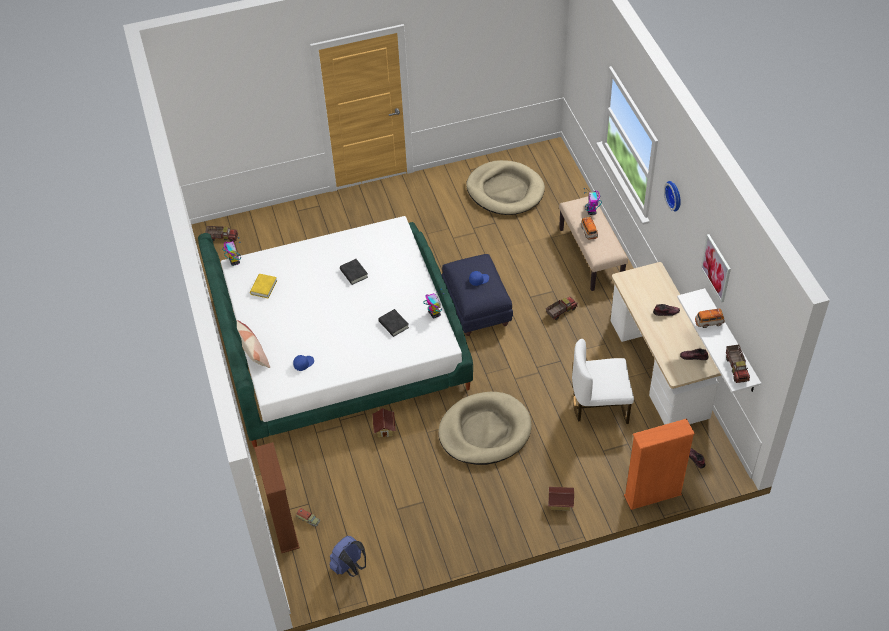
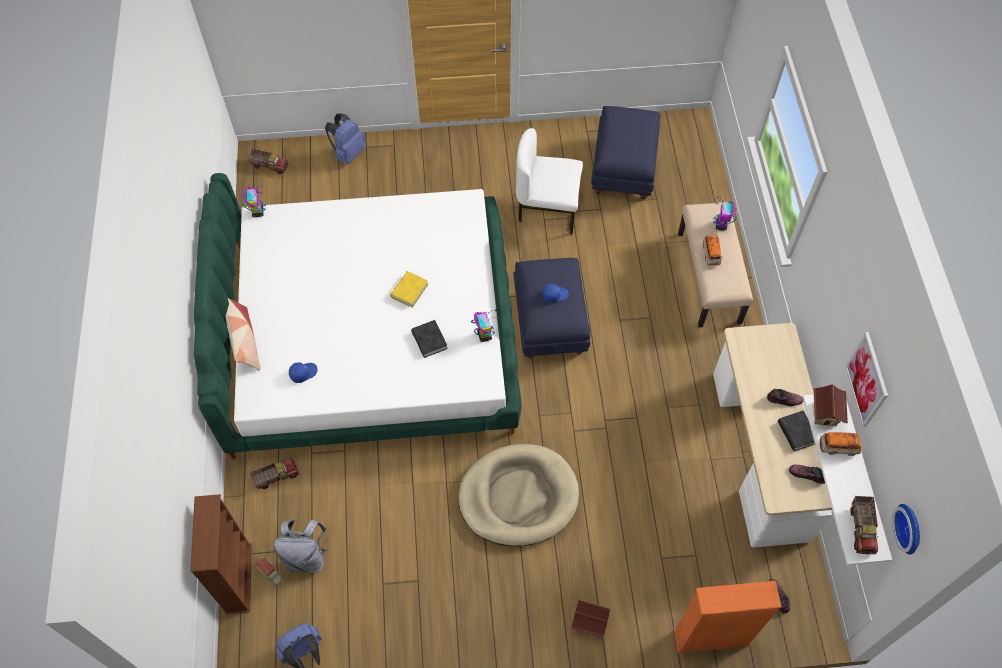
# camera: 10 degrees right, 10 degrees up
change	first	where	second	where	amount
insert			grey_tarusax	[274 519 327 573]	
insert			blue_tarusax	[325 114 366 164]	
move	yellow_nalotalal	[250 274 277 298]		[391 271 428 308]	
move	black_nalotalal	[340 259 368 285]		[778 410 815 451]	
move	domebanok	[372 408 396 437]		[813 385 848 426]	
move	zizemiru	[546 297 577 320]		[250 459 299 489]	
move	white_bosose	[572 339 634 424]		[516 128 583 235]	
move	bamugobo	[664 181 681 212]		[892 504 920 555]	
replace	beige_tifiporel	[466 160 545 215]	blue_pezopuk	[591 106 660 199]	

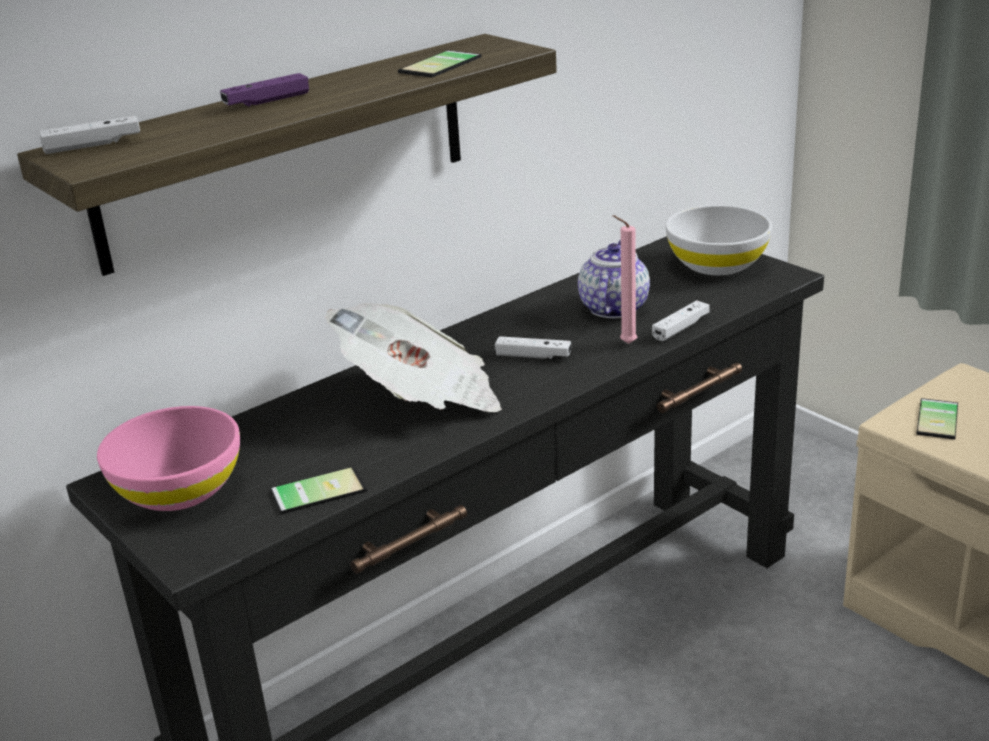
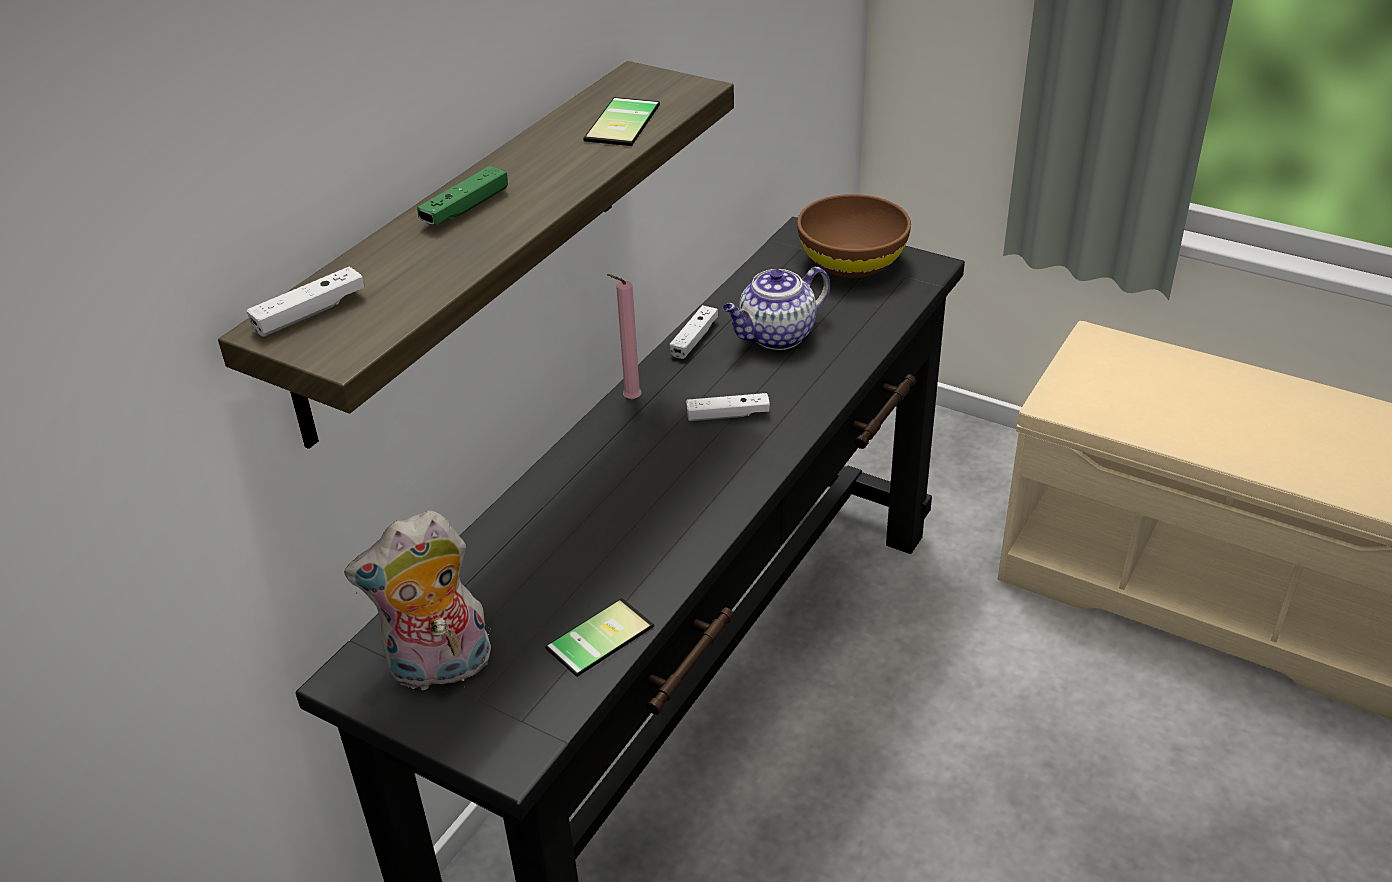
# camera: 20 degrees left, 10 degrees up
change	first	where	second	where	amount
delete	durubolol	[326 303 502 412]			
delete	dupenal	[916 398 958 440]			
move	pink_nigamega	[613 215 637 344]		[607 274 642 400]	
move	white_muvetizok	[652 300 710 341]		[670 305 718 359]	
replace	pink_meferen	[97 406 240 511]	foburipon	[344 510 491 692]	
recolor	purple_muvetizok	[220 73 309 107]	green_muvetizok	[417 166 508 225]	
recolor	white_meferen	[666 205 772 275]	brown_meferen	[797 194 911 278]	
rotate	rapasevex	[578 239 650 318]		[723 267 830 350]	120 degrees counterclockwise

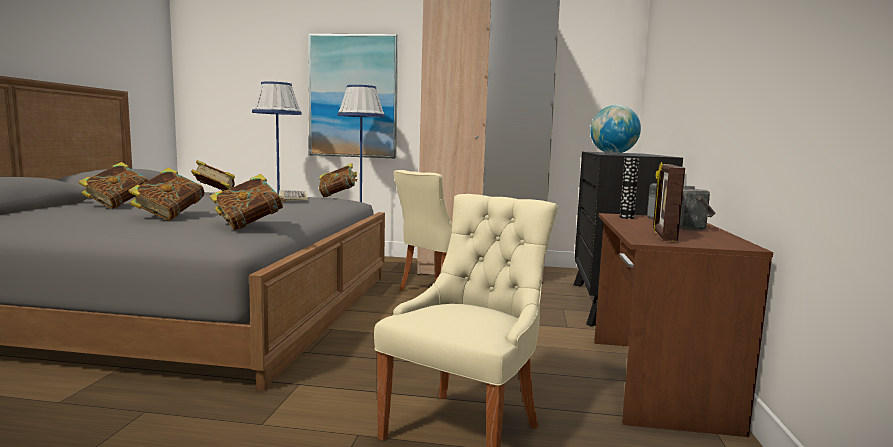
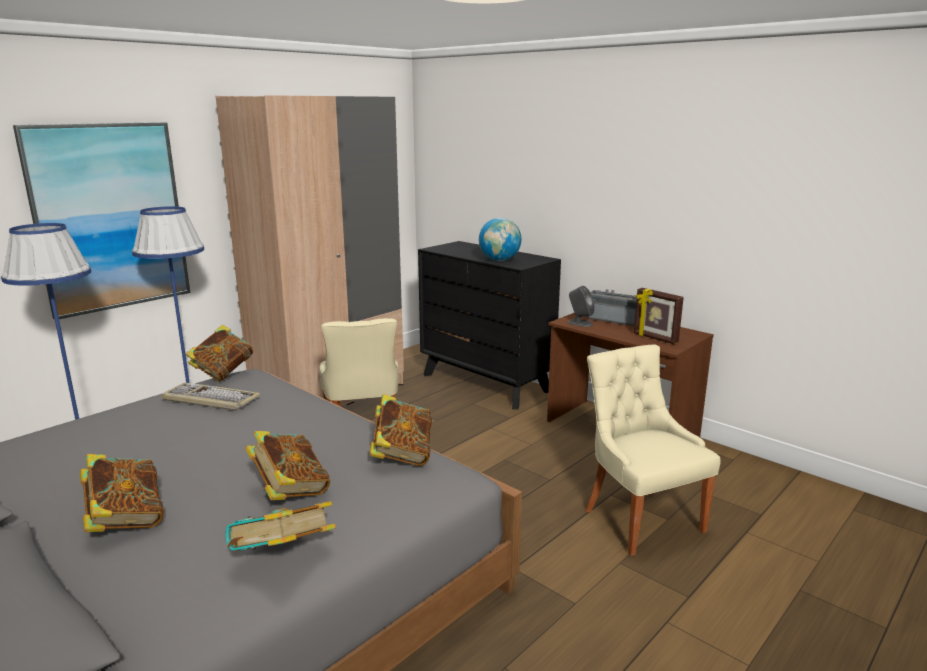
# camera: 55 degrees left, 10 degrees up
change	first	where	second	where	amount
move	nalotalal	[191 160 235 191]		[225 501 336 551]	
replace	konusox	[620 158 639 219]	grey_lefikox	[568 286 595 327]	

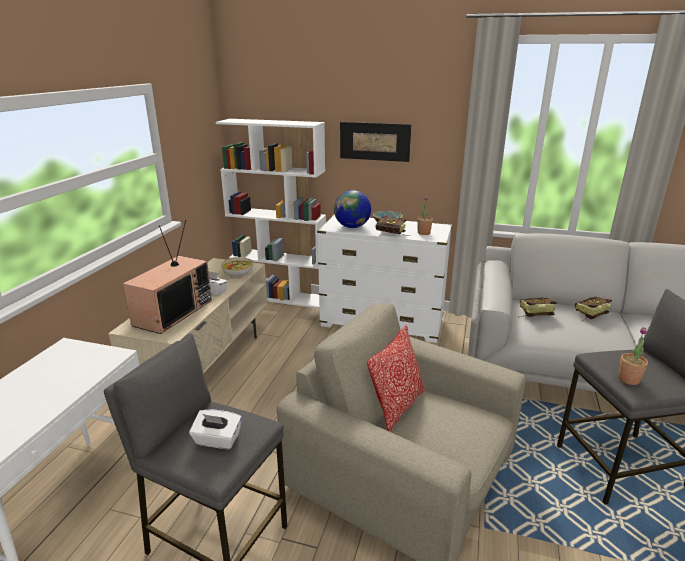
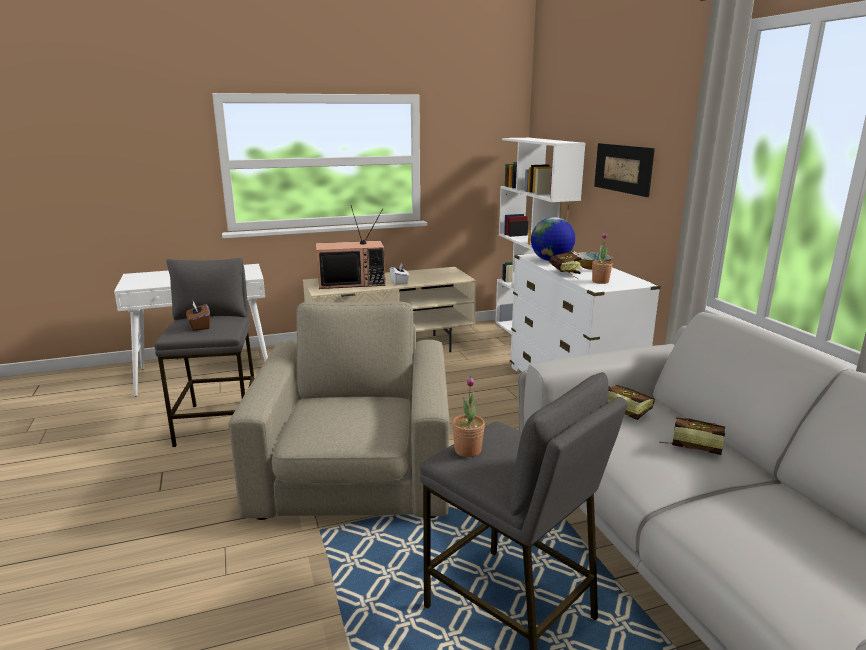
# camera: 55 degrees right, 5 degrees down
change	first	where	second	where	amount
delete	meferen	[221 258 253 277]			
delete	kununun	[367 325 425 432]			
recolor	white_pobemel	[189 409 242 449]	brown_pobemel	[186 301 210 331]	

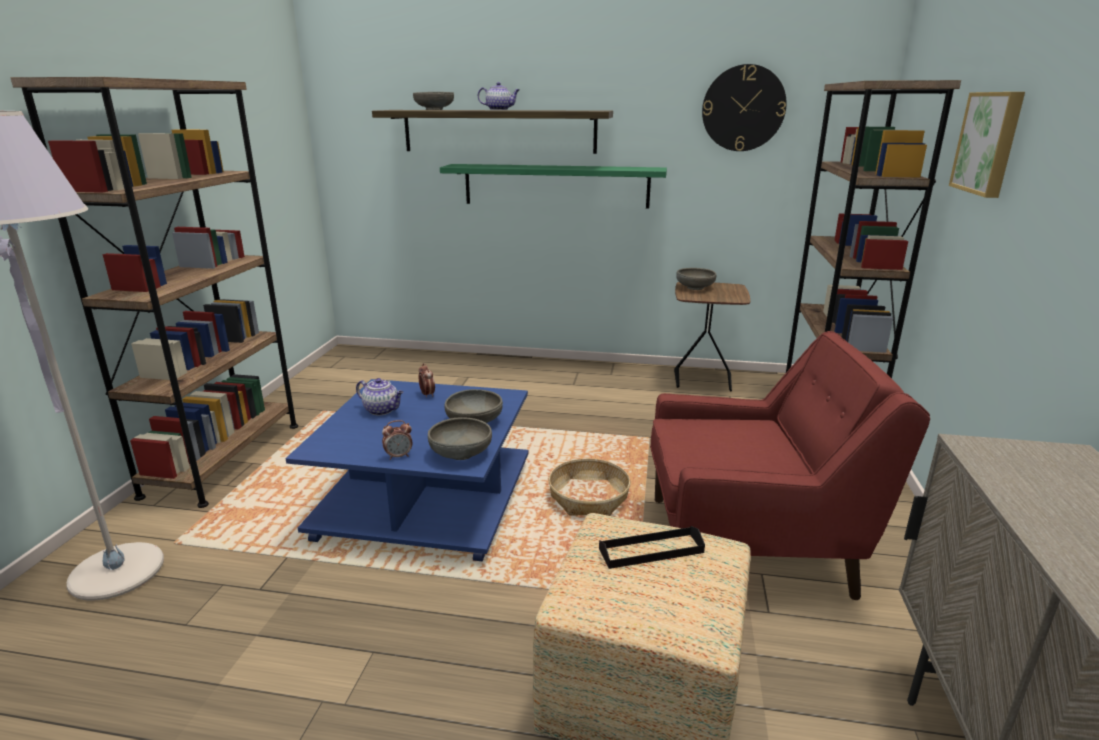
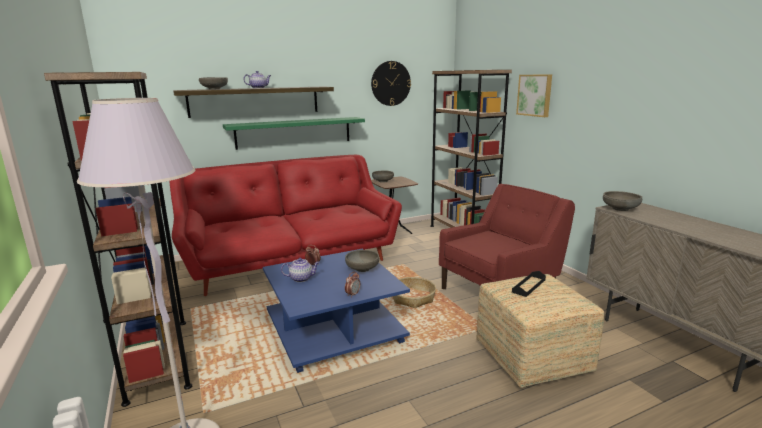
# camera: 35 degrees left, 5 degrees down
change	first	where	second	where	amount
insert			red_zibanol	[170 155 402 296]	
move	grey_meferen	[428 417 492 460]		[603 191 642 211]	

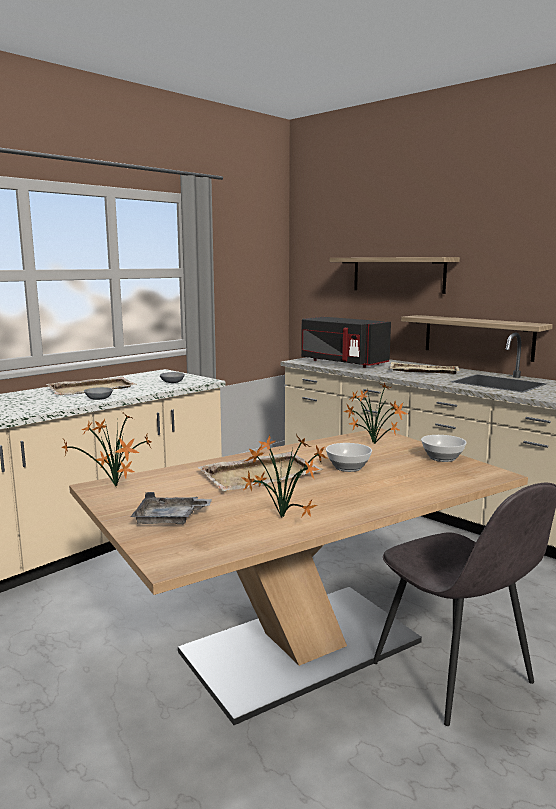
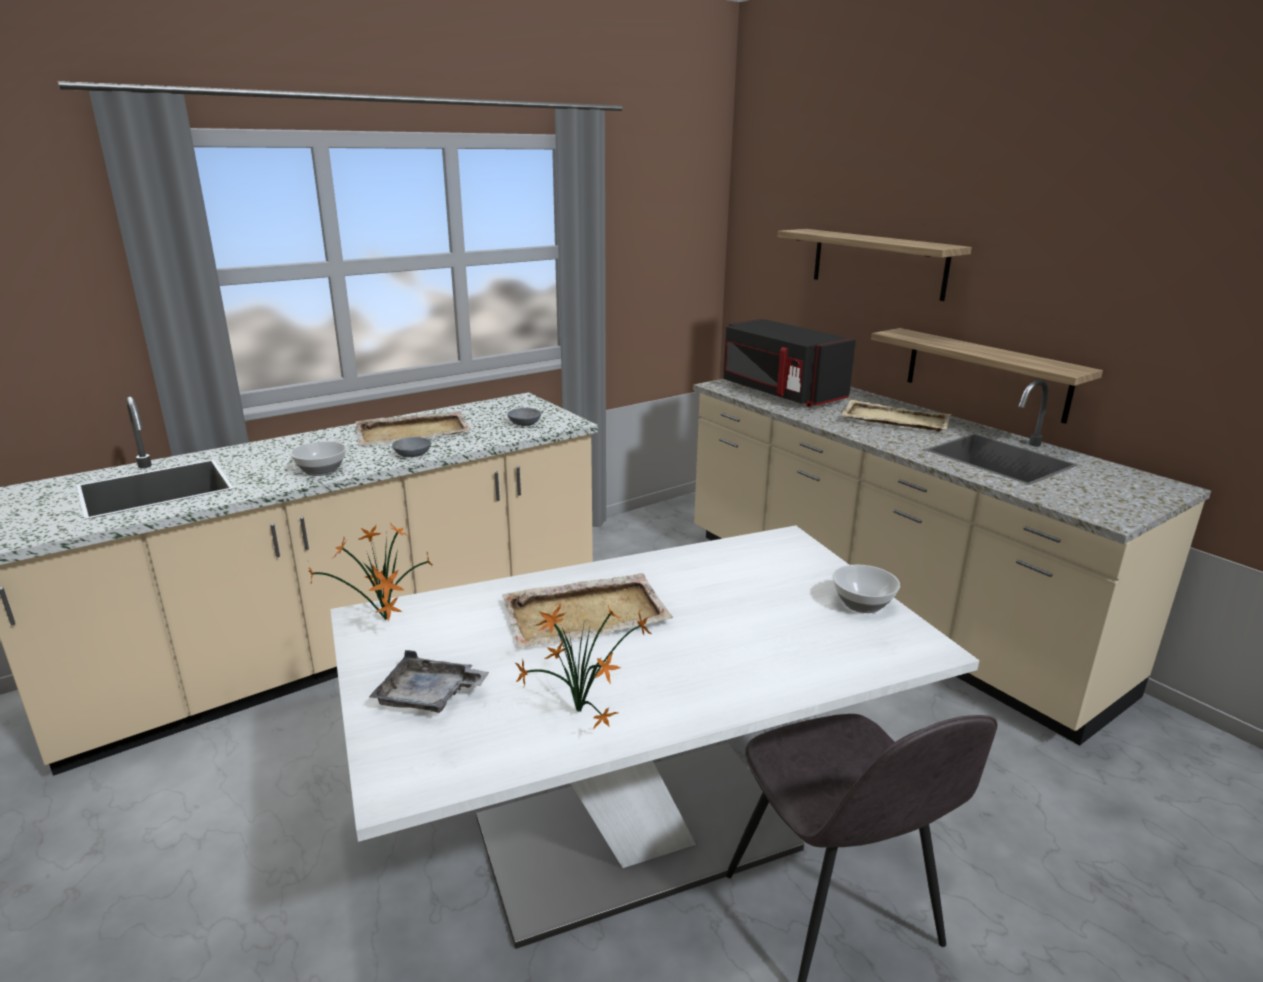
# camera: 10 degrees right, 10 degrees up
change	first	where	second	where	amount
delete	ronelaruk	[344 382 407 444]			
move	meferen	[326 443 372 472]		[290 441 346 476]	
recolor	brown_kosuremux	[69 428 528 725]	white_kosuremux	[330 525 979 949]	

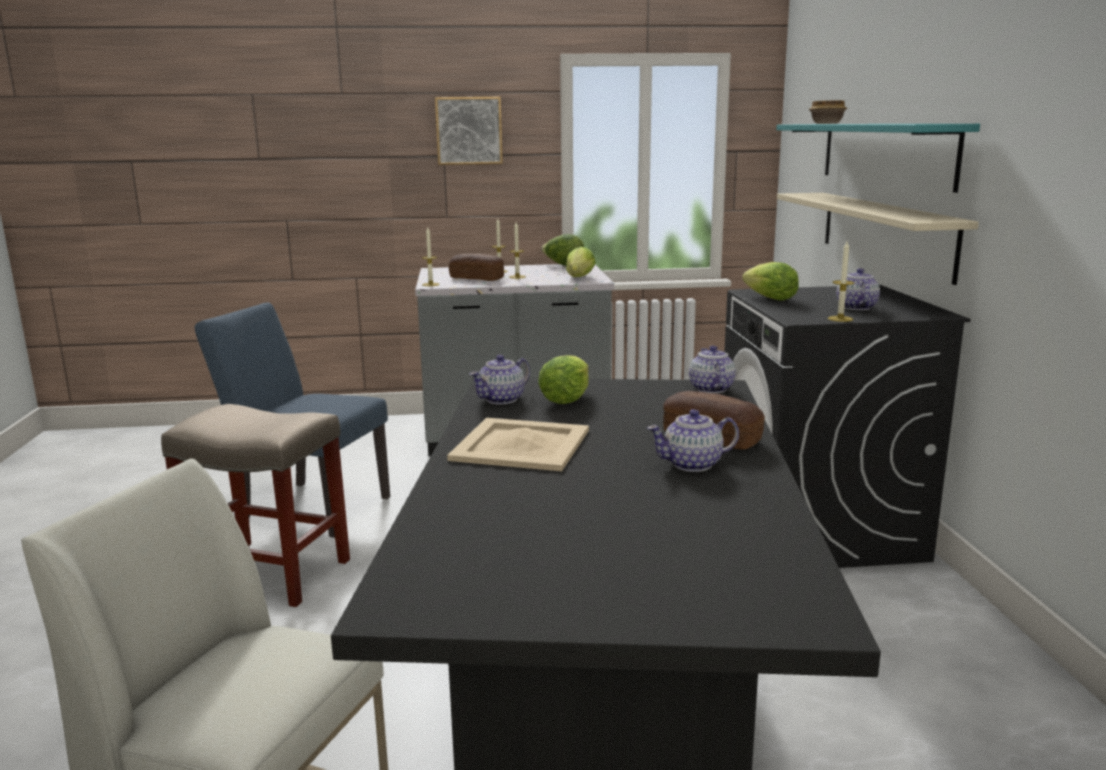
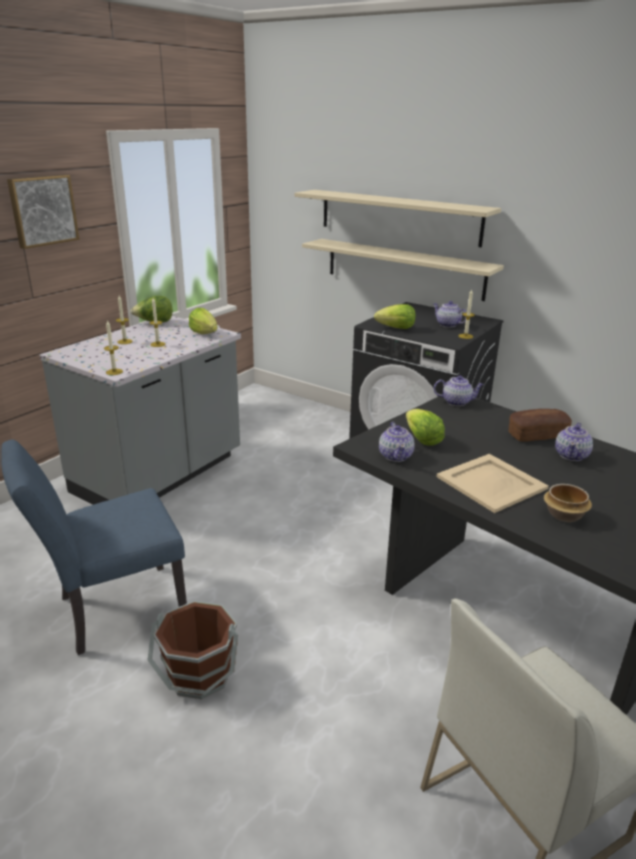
# camera: 50 degrees left, 10 degrees up
change	first	where	second	where	amount
delete	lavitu	[449 254 504 281]			
move	meferen	[809 100 847 124]		[544 484 592 522]	
replace	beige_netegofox	[161 404 350 607]	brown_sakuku	[148 601 238 699]	
recolor	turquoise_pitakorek	[776 124 980 193]	beige_pitakorek	[294 190 501 247]	
rotate	rapasevex	[689 345 736 393]		[433 375 484 406]	150 degrees clockwise

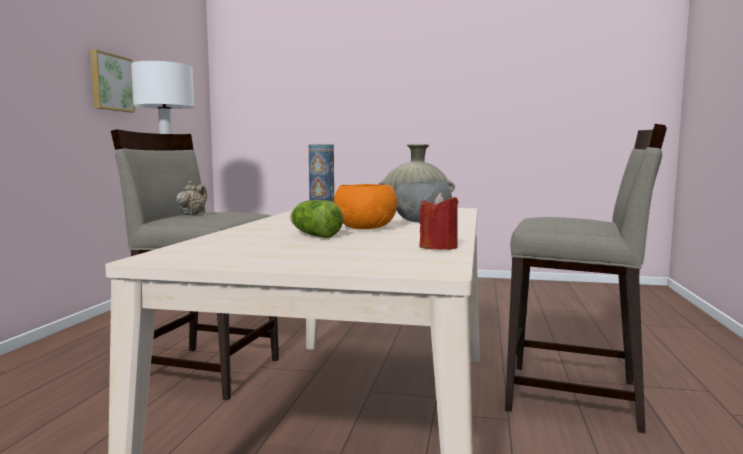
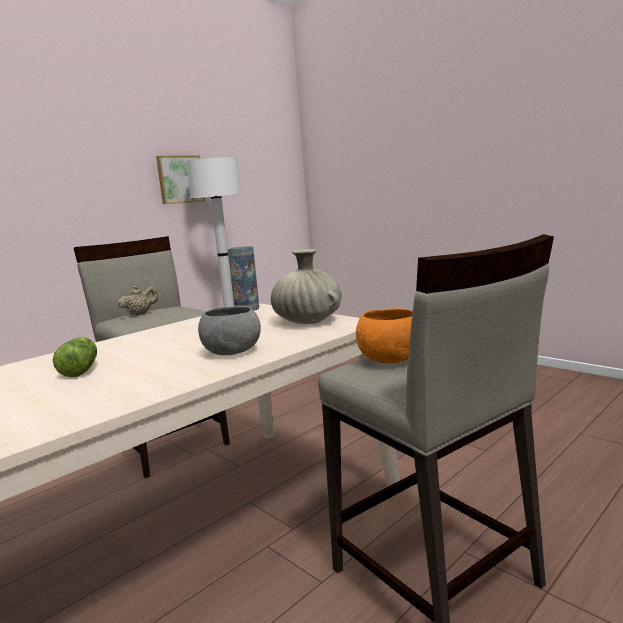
# camera: 35 degrees right, 5 degrees up
change	first	where	second	where	amount
delete	red_nigamega	[419 192 459 250]			
move	orange_meferen	[334 184 397 229]		[355 308 413 363]	

